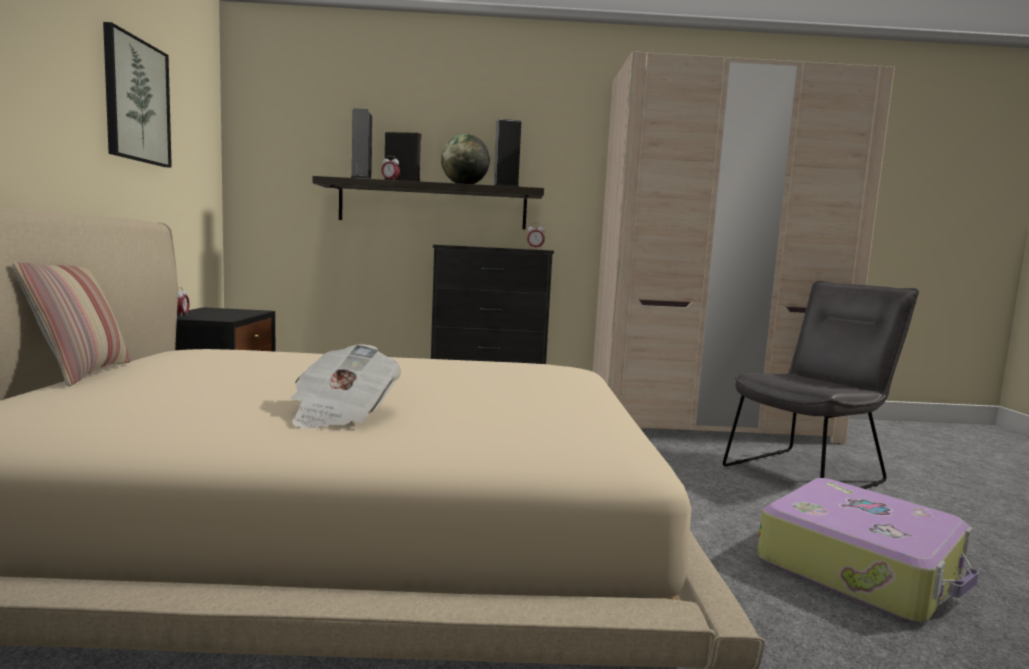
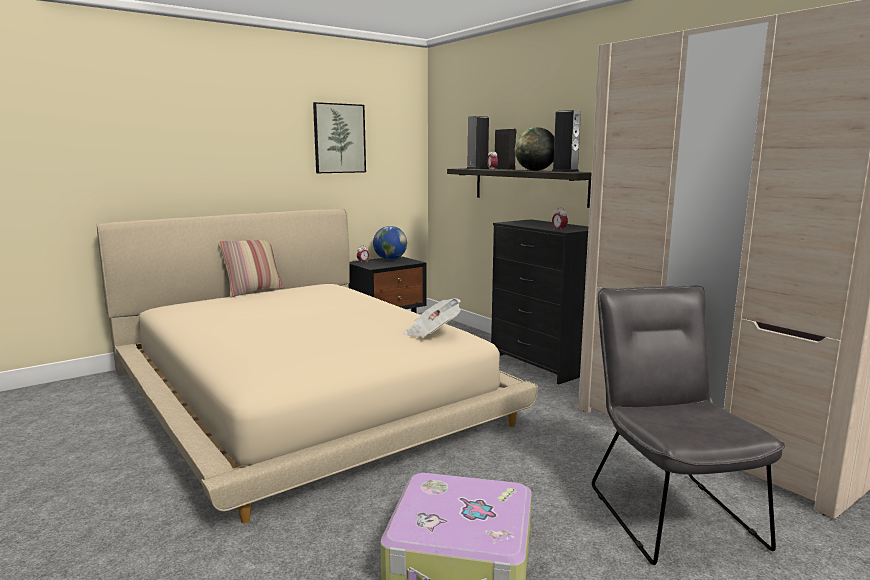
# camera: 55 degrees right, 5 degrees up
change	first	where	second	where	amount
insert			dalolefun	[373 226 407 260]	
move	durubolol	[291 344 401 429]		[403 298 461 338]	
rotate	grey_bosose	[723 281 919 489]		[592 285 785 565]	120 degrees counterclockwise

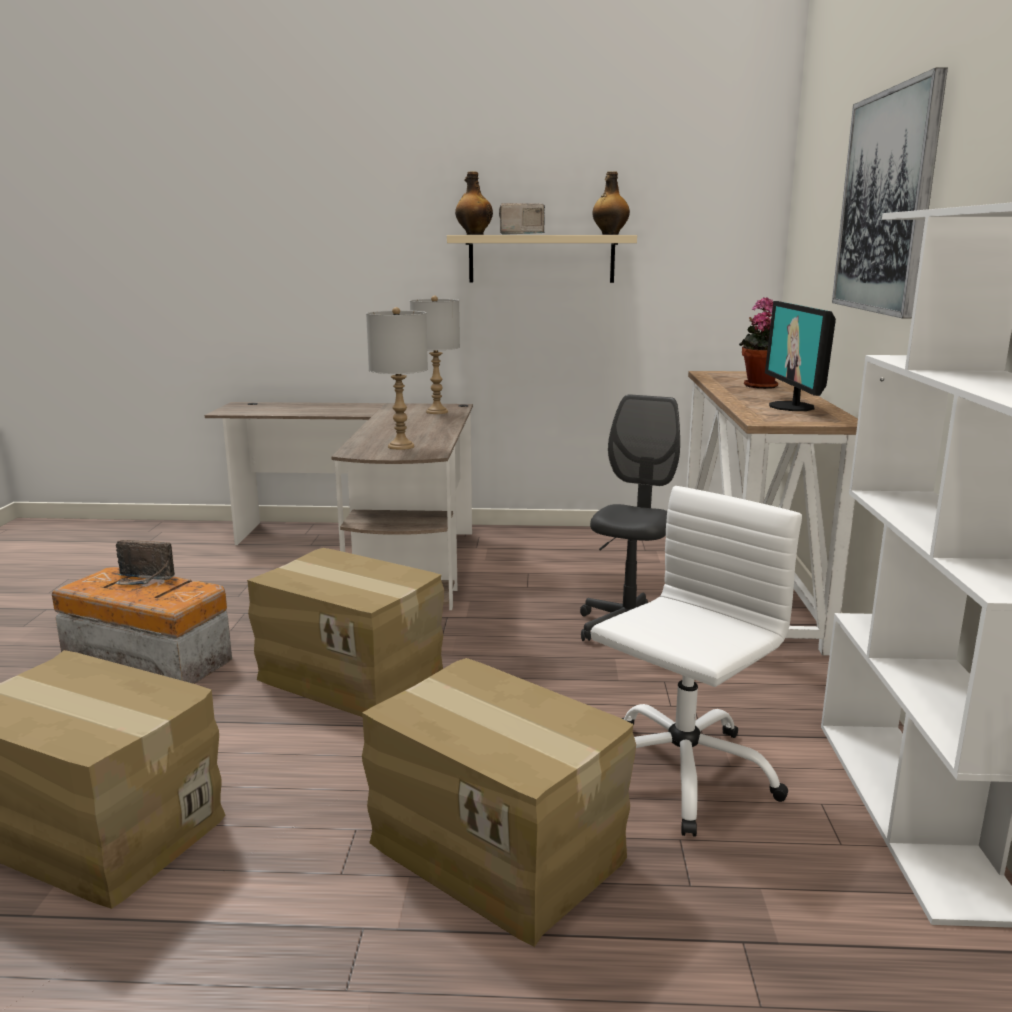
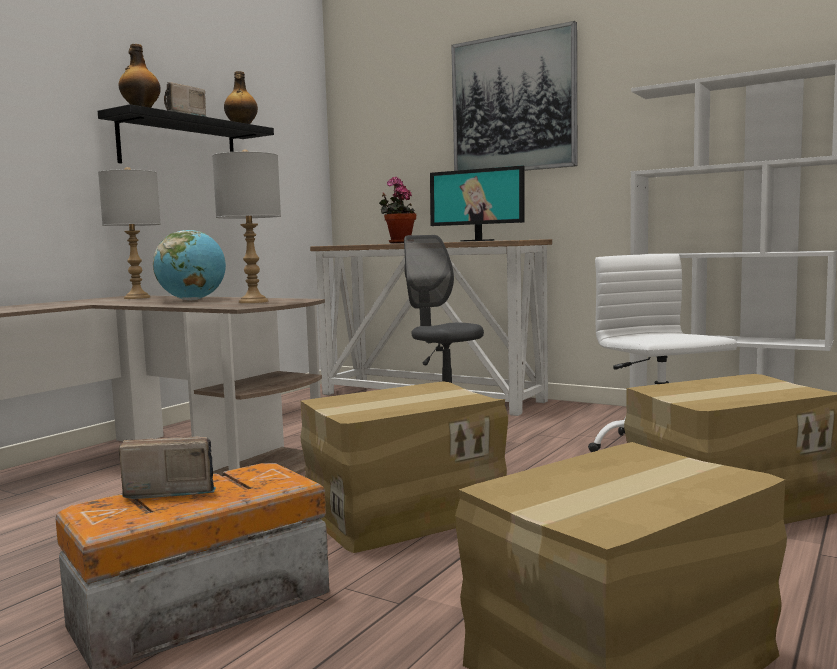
# camera: 60 degrees left, 10 degrees down
change	first	where	second	where	amount
insert			dalolefun	[153 230 226 300]	
recolor	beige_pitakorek	[447 235 637 283]	black_pitakorek	[98 104 274 163]	
rotate	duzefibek	[115 540 175 585]		[119 437 216 499]	135 degrees counterclockwise

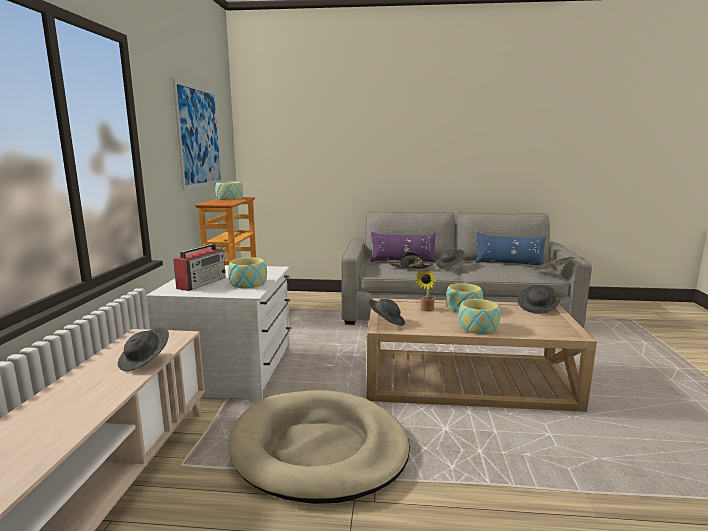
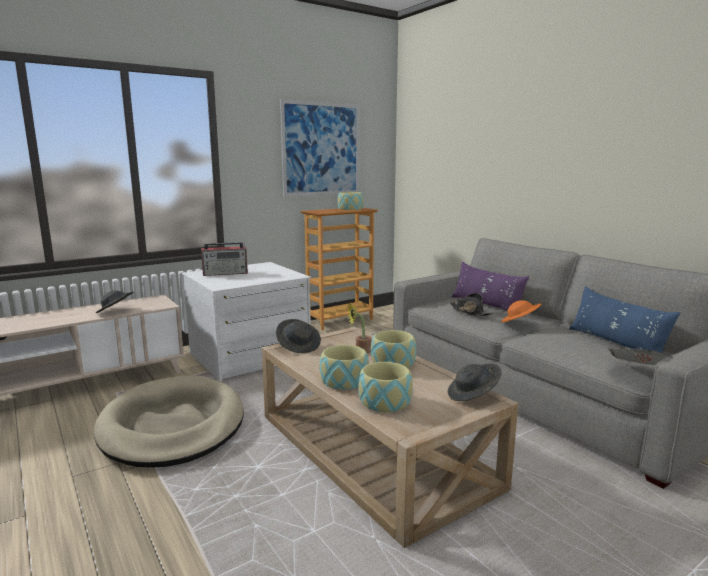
# camera: 50 degrees right, 0 degrees up
change	first	where	second	where	amount
move	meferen	[228 257 267 288]		[358 362 413 412]	
recolor	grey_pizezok	[436 249 465 268]	orange_pizezok	[501 300 542 322]	

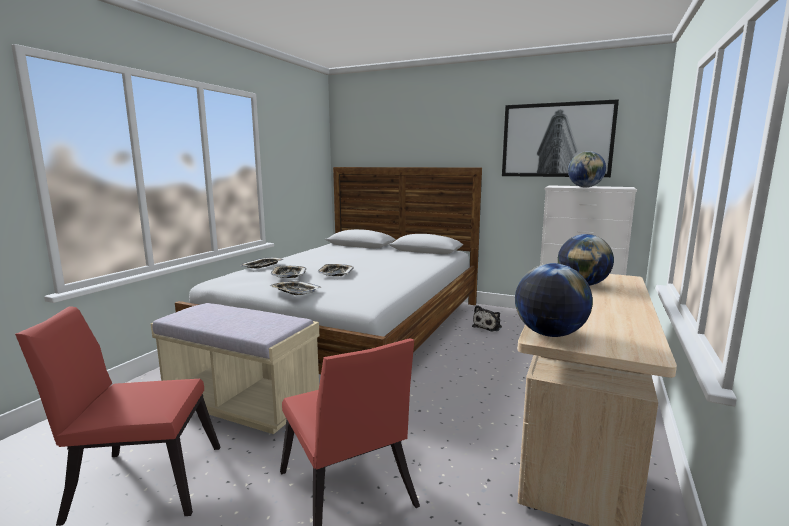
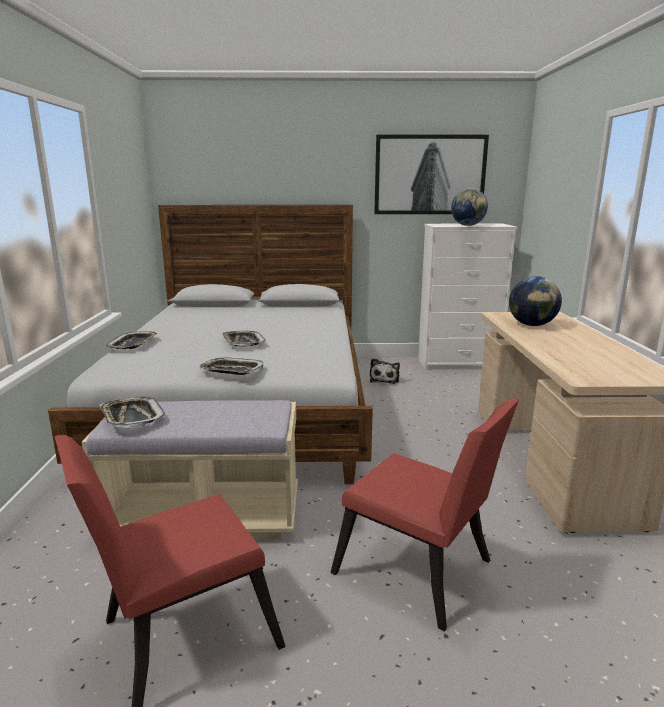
# camera: 25 degrees left, 5 degrees up
change	first	where	second	where	amount
delete	dalolefun	[515 263 593 337]			
move	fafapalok	[270 266 306 278]		[99 397 166 428]	

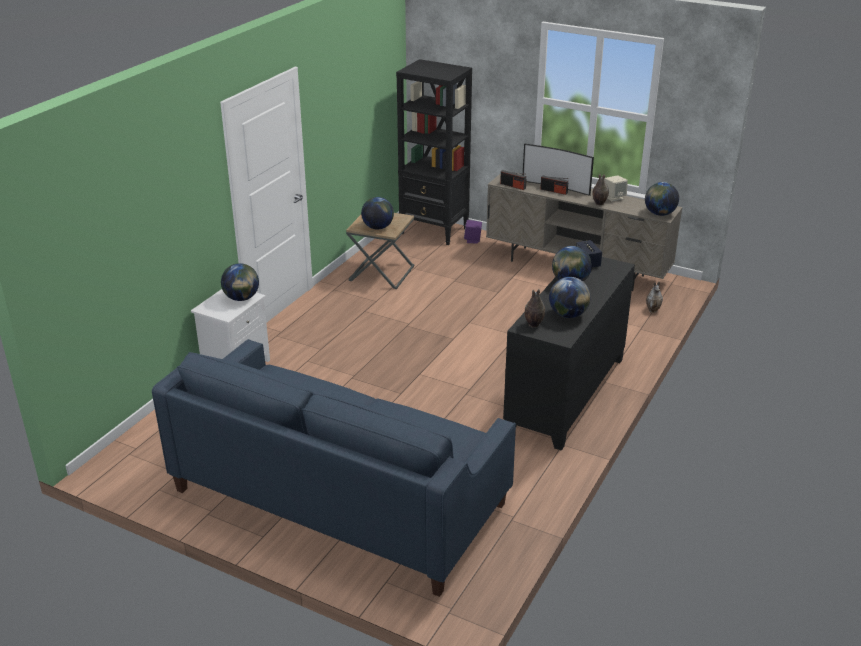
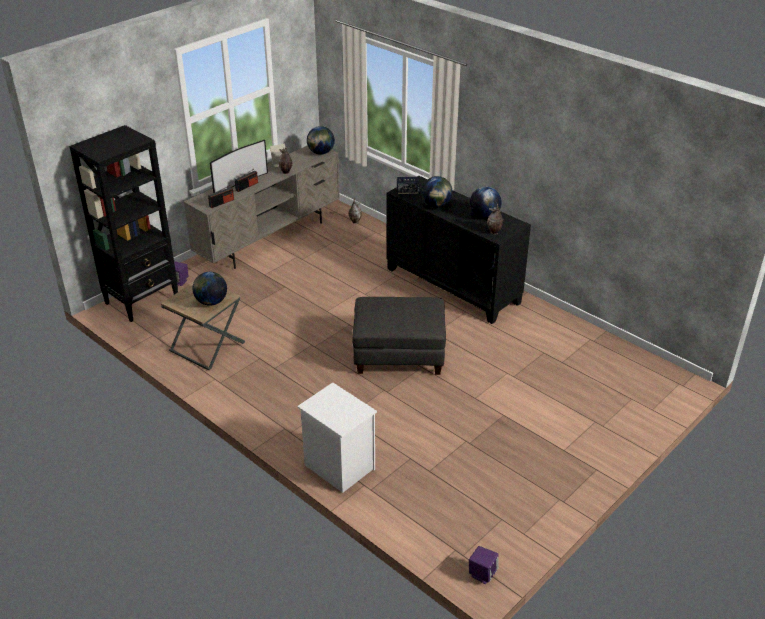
# camera: 75 degrees left, 5 degrees up
change	first	where	second	where	amount
delete	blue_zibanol	[152 339 516 597]			
delete	dalolefun	[221 263 259 301]			
insert			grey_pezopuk	[352 297 446 375]	
insert			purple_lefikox	[469 546 499 584]	

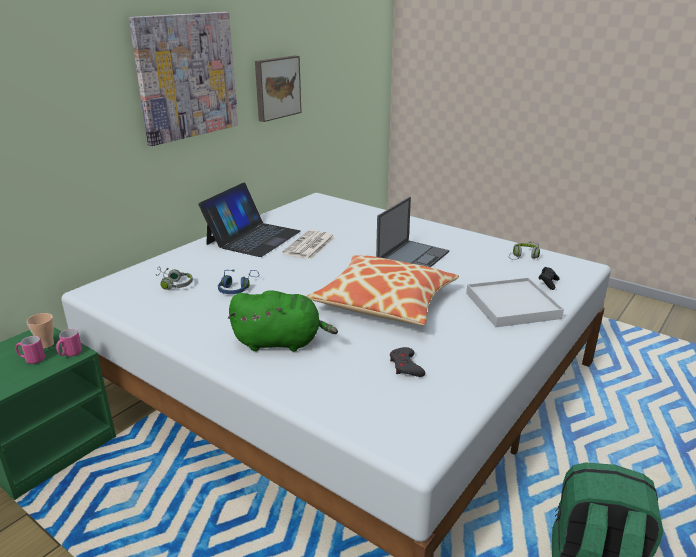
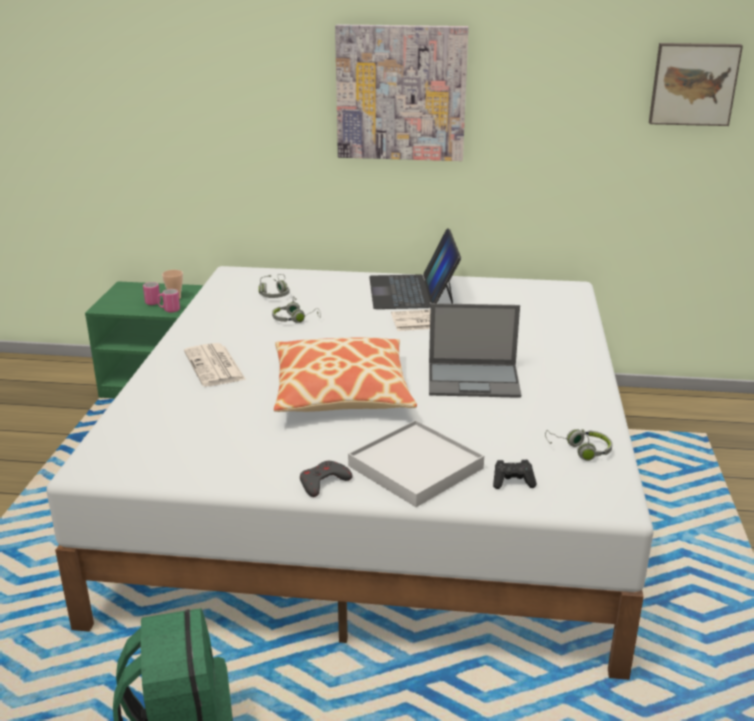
# camera: 60 degrees right, 0 degrees up
change	first	where	second	where	amount
move	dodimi	[255 56 301 122]		[649 43 743 126]	
move	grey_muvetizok	[390 347 425 377]		[300 461 353 497]	
replace	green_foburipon	[228 290 338 352]	durubolol	[184 343 246 387]	
recolor	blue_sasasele	[218 269 259 294]	grey_sasasele	[272 296 321 323]	
rotate	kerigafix	[198 182 301 257]		[369 228 461 309]	90 degrees clockwise

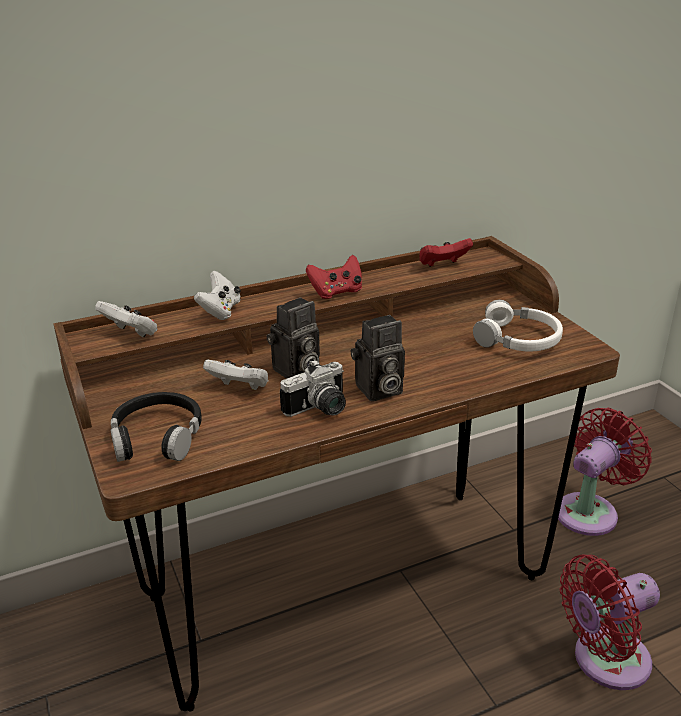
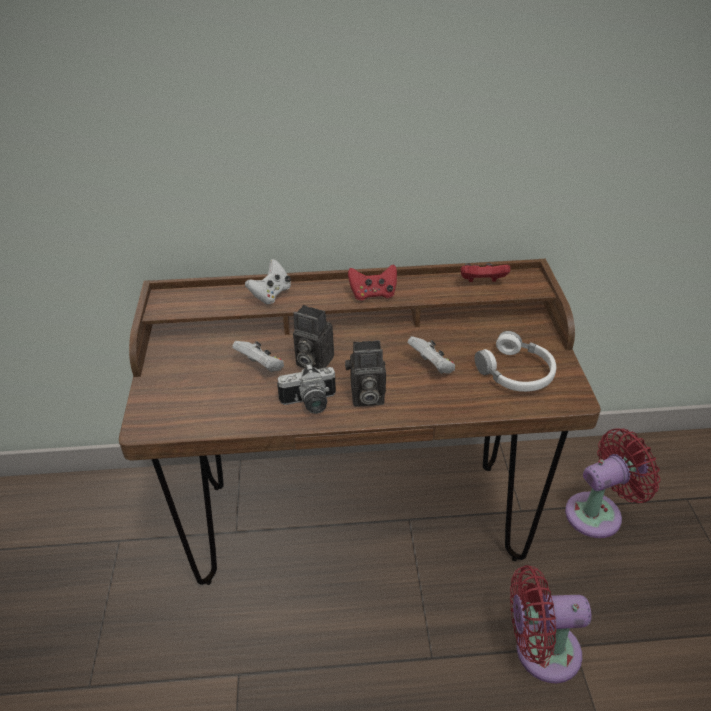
# camera: 20 degrees right, 10 degrees up
change	first	where	second	where	amount
delete	black_sasasele	[110 392 202 462]			
move	white_muvetizok	[95 301 157 337]		[408 336 455 374]	
rotate	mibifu	[266 297 320 379]		[293 305 334 369]	45 degrees clockwise

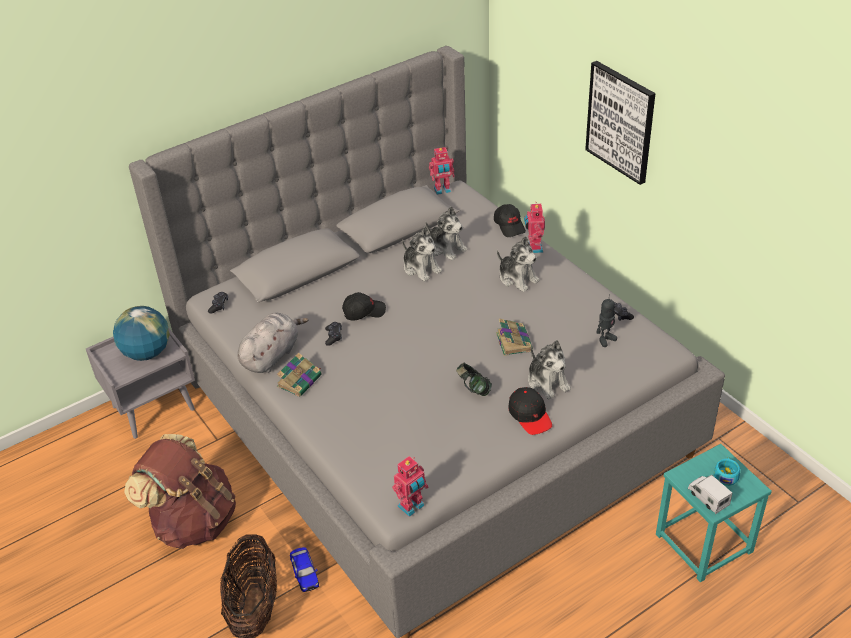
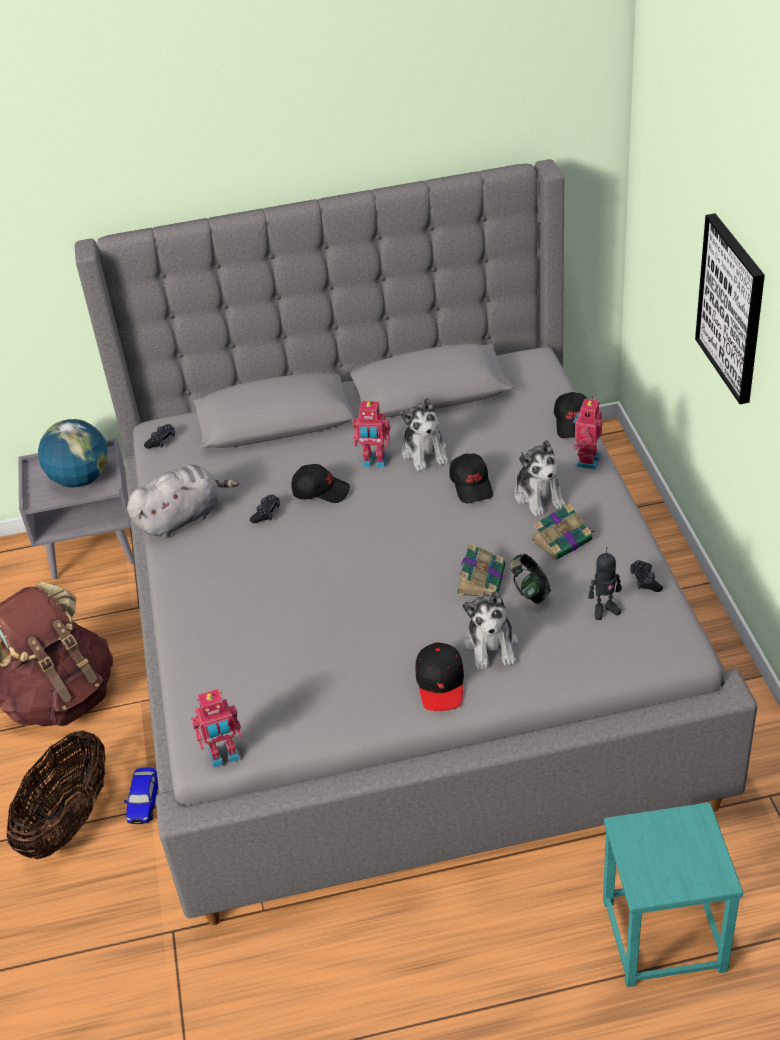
# camera: 25 degrees right, 0 degrees up
change	first	where	second	where	amount
delete	foburipon	[425 206 467 260]			
delete	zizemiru	[688 475 732 514]			
delete	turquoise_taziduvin	[714 457 740 486]			
insert			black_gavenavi	[449 454 493 503]	
move	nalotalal	[276 352 322 397]		[531 503 594 560]	
move	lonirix	[429 147 455 195]		[352 401 390 468]	
move	sasasele	[456 363 492 396]		[510 554 551 604]	

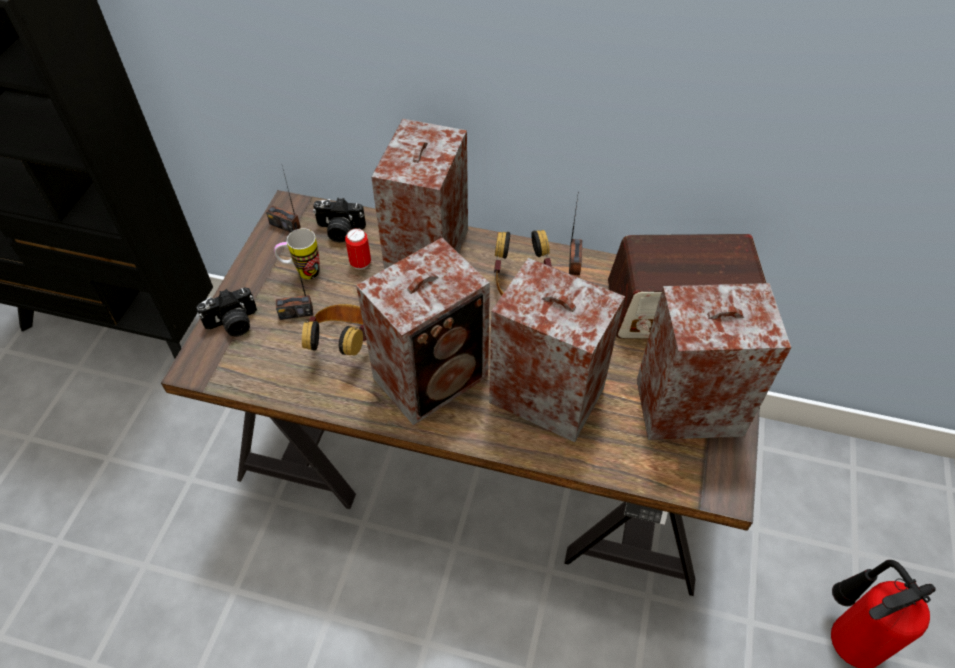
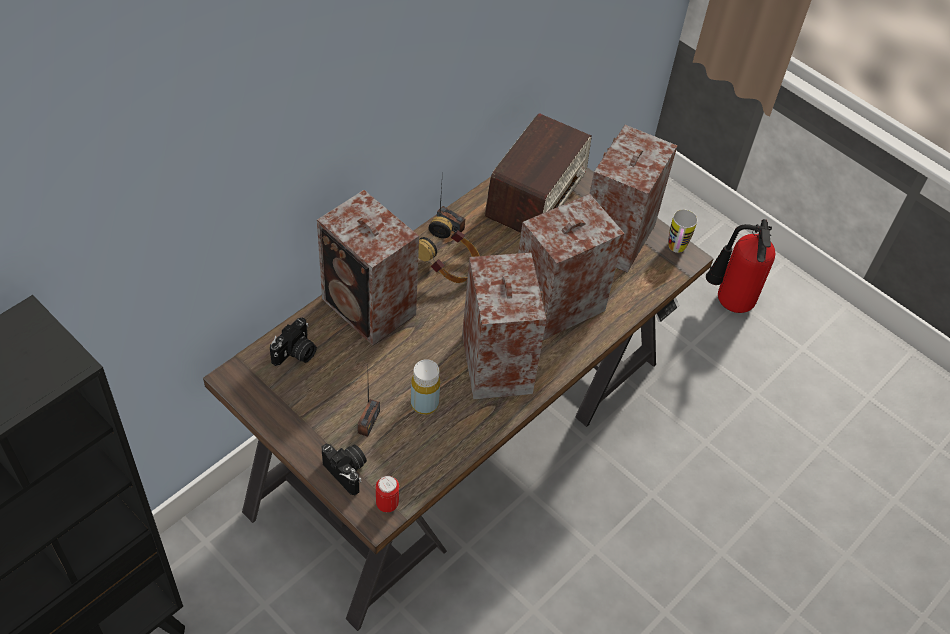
# camera: 65 degrees left, 0 degrees up
change	first	where	second	where	amount
delete	duzefibek	[266 166 301 233]			
move	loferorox	[274 229 320 279]		[668 209 698 253]	
move	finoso	[345 228 371 270]		[376 476 399 512]	
replace	sasasele	[302 304 366 356]	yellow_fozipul	[411 359 440 415]	
rotate	mibifu	[196 288 257 336]		[322 444 367 495]	45 degrees counterclockwise

